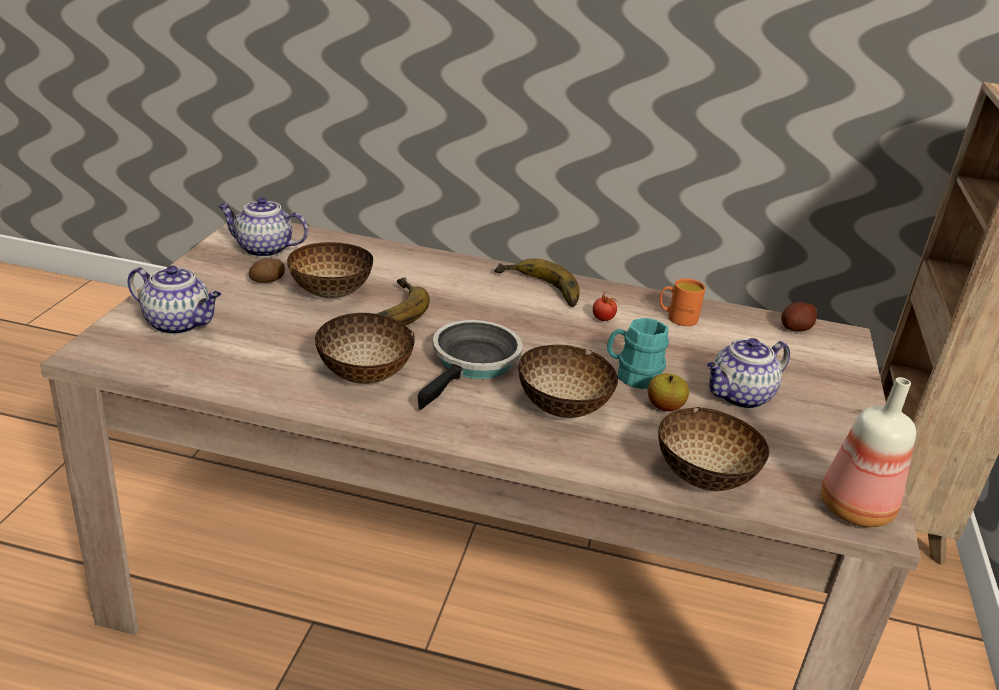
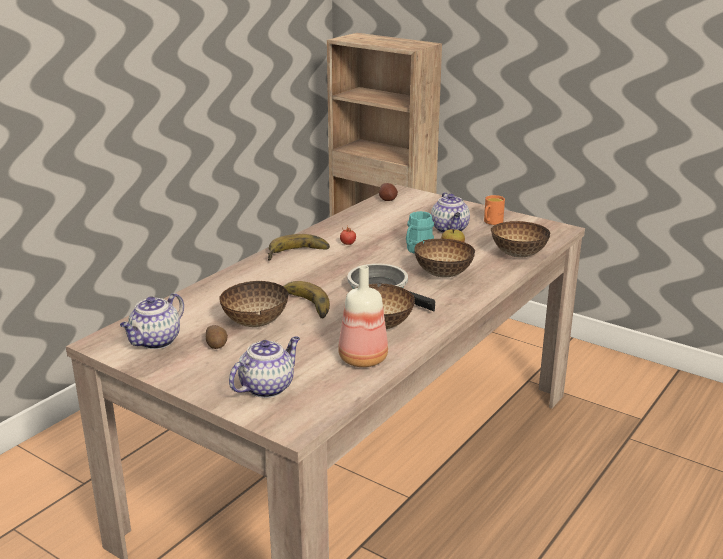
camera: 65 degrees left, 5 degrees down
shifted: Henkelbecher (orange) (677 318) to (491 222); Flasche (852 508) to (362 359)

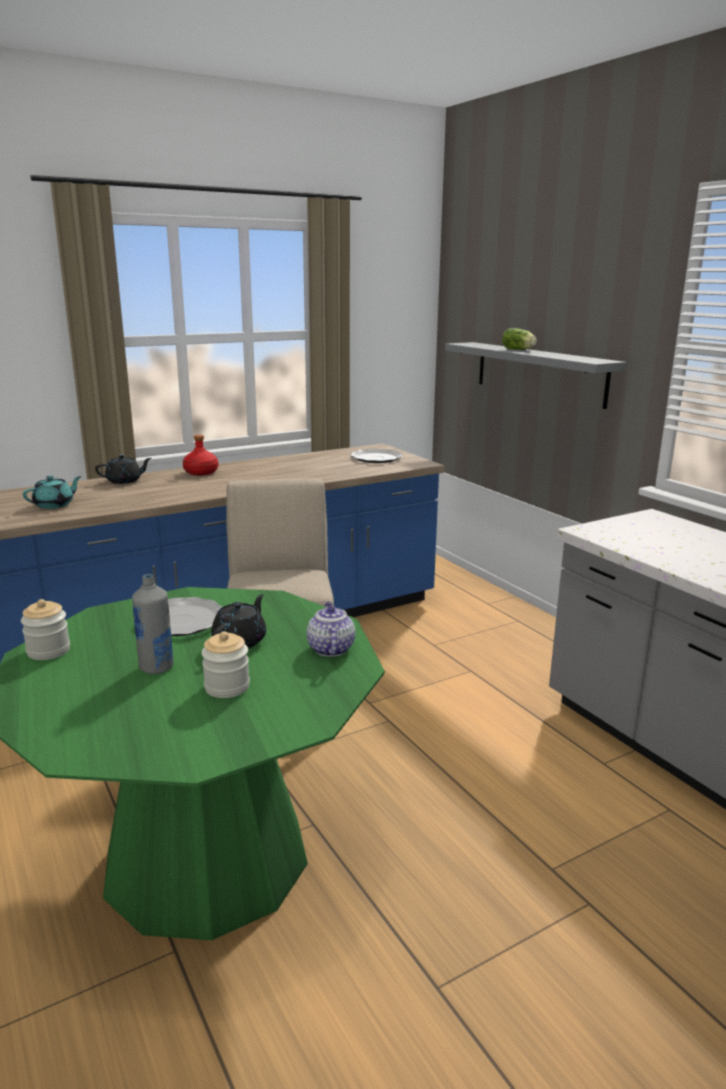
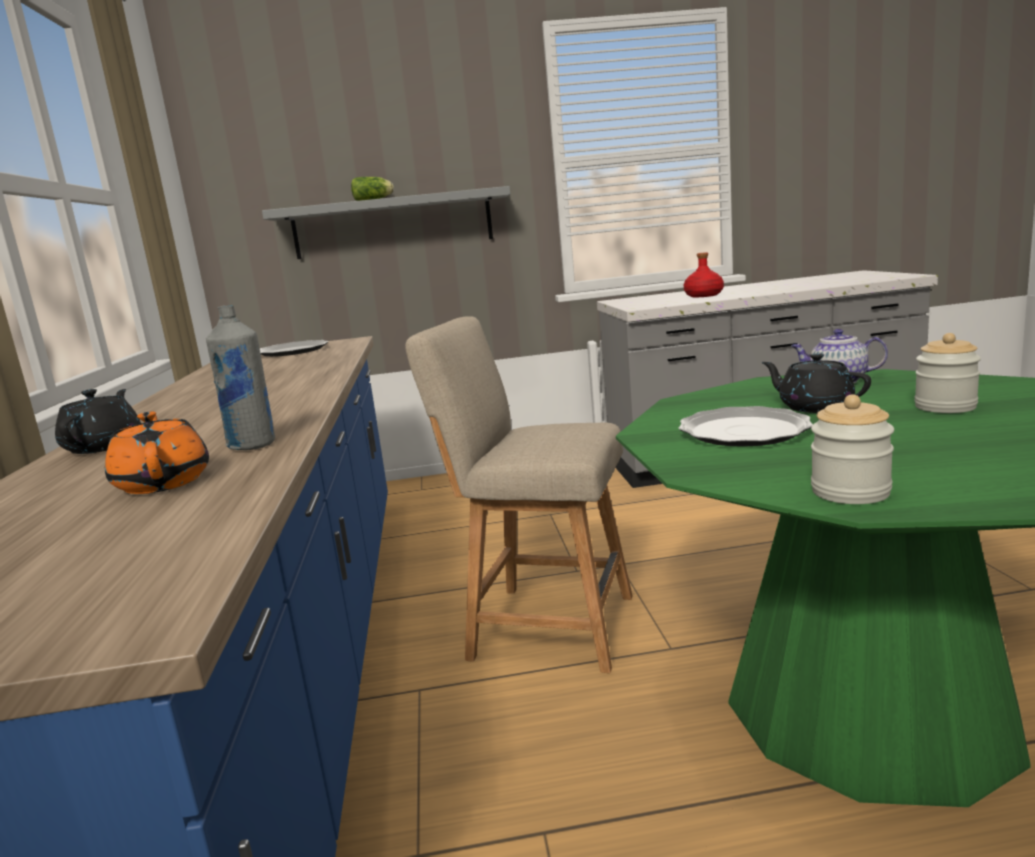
camera: 65 degrees left, 5 degrees down
shifted: Flasche (grau) (156 667) to (252 445); Flasche (rot) (200 472) to (704 295)
repainted: Teekanne (türkis) (55 505) to Teekanne (orange) (164 482)

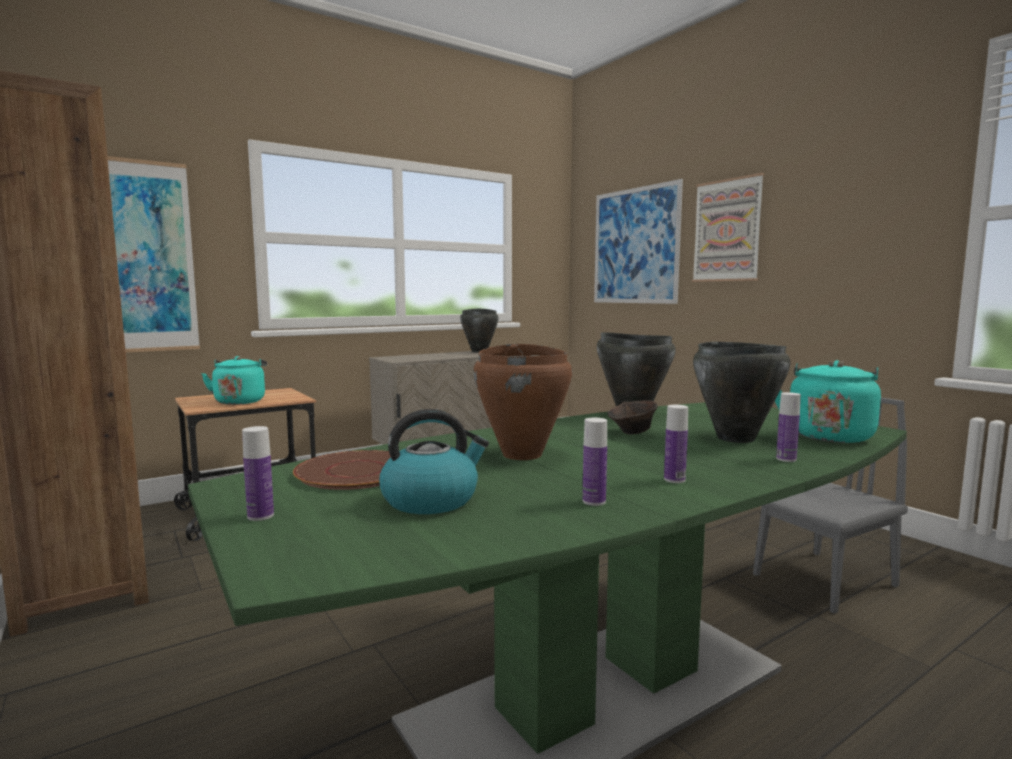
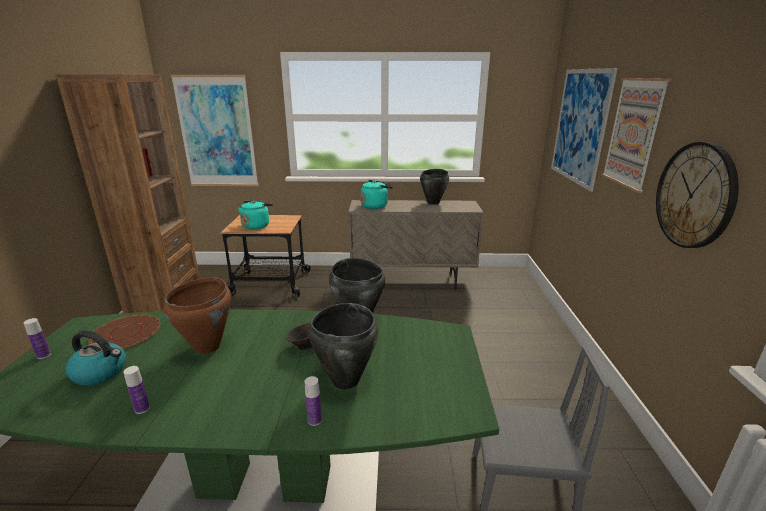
camera: 35 degrees right, 15 degrees up
gone: Flasche (674 480)
new: Wanduhr (695 195)
shifted: Wasserkessel (türkis) (828 435) to (375 206)

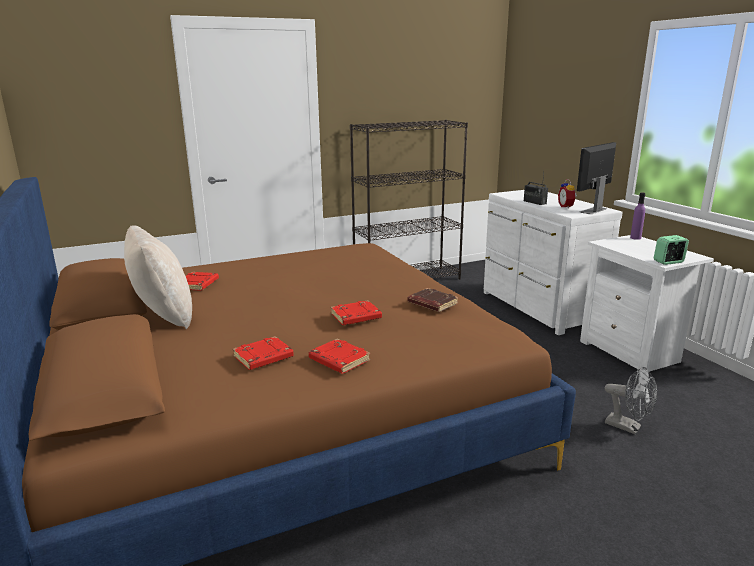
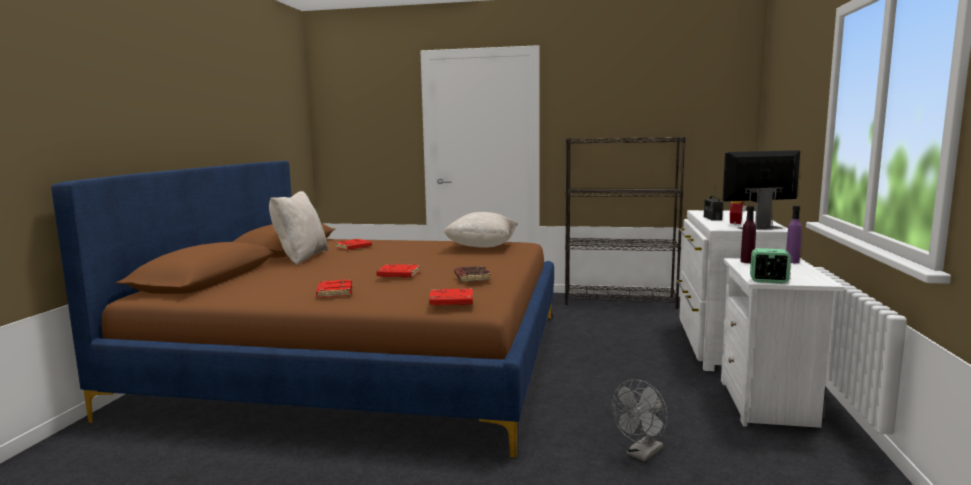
camera: 35 degrees right, 10 degrees down
new: Kissen (beige) (482 247); Flasche (lila) (747 261)
shifted: Buch (rot) (263 358) to (451 301)
rotated: Ventilator (grau) (628 427) = (642 454) 60 degrees clockwise

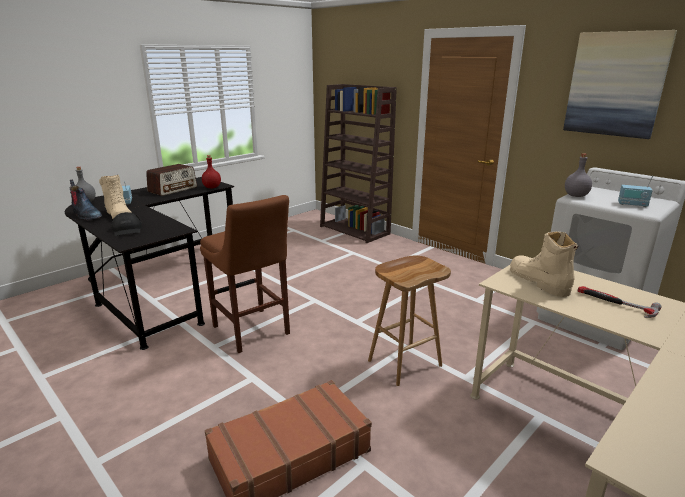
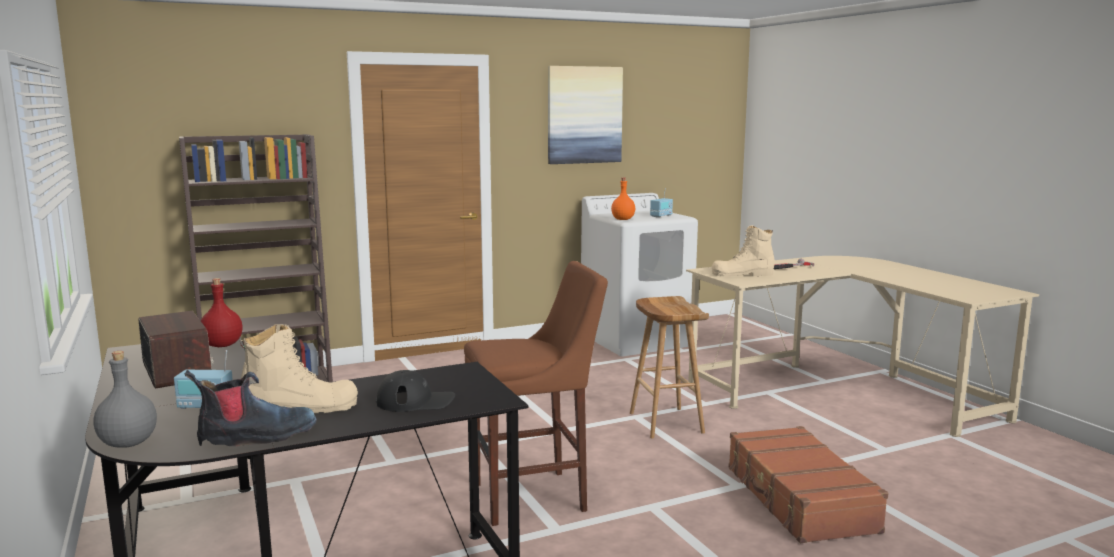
camera: 70 degrees left, 10 degrees down
repainted: Flasche (grau) (576 195) to Flasche (orange) (622 219)

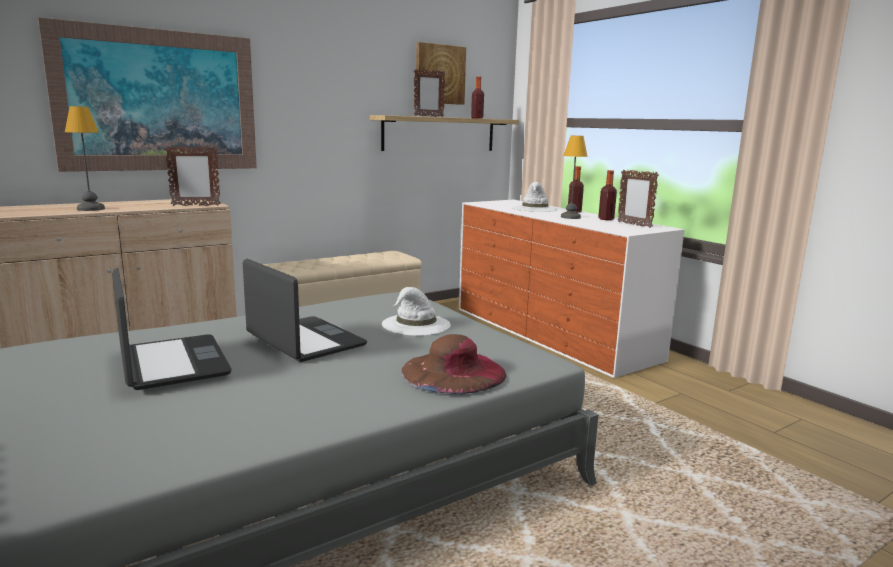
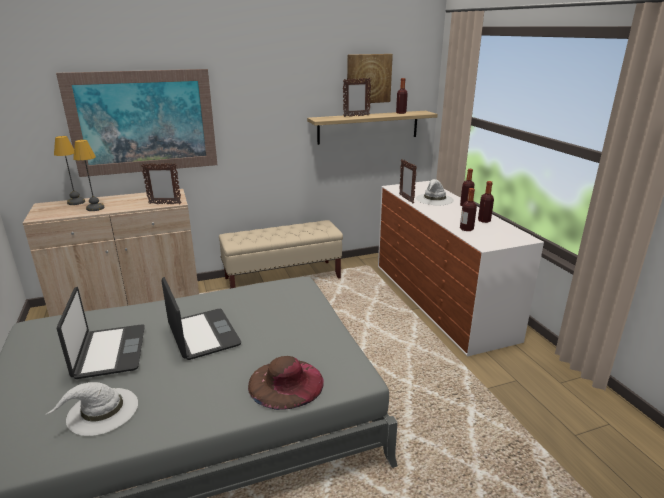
camera: 15 degrees right, 10 degrees up
new: Flasche (466 229)
shifted: Hut (weiß) (416 324) to (102 411); Tischlampe (570 217) to (75 202); Bilderrahmen (634 225) to (406 199)

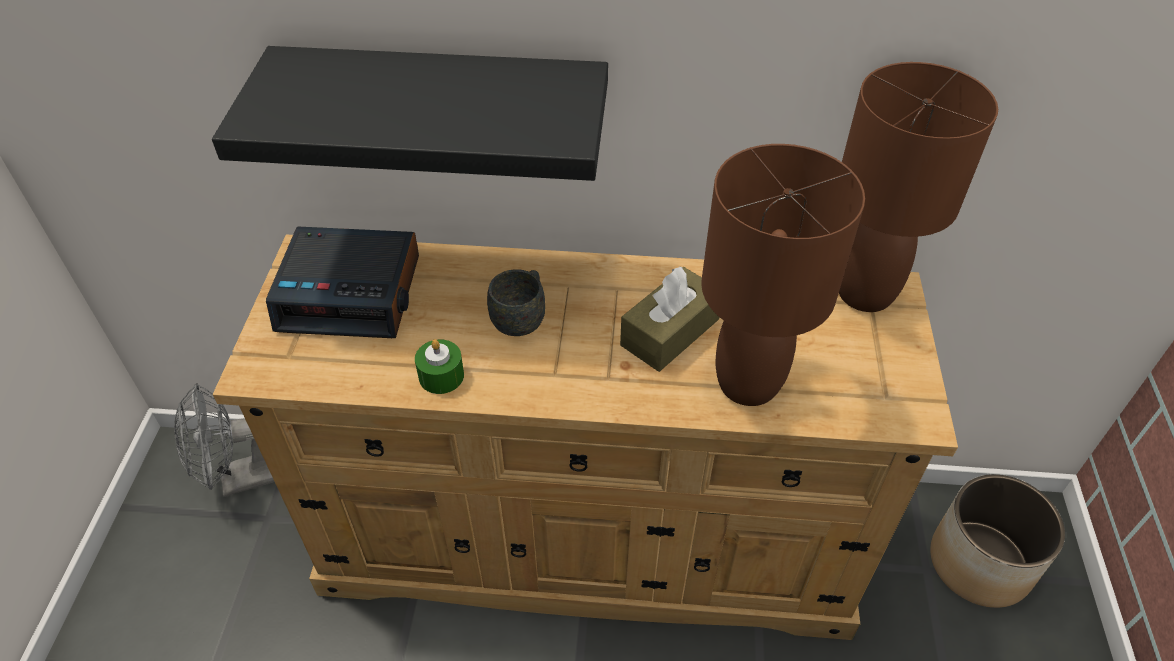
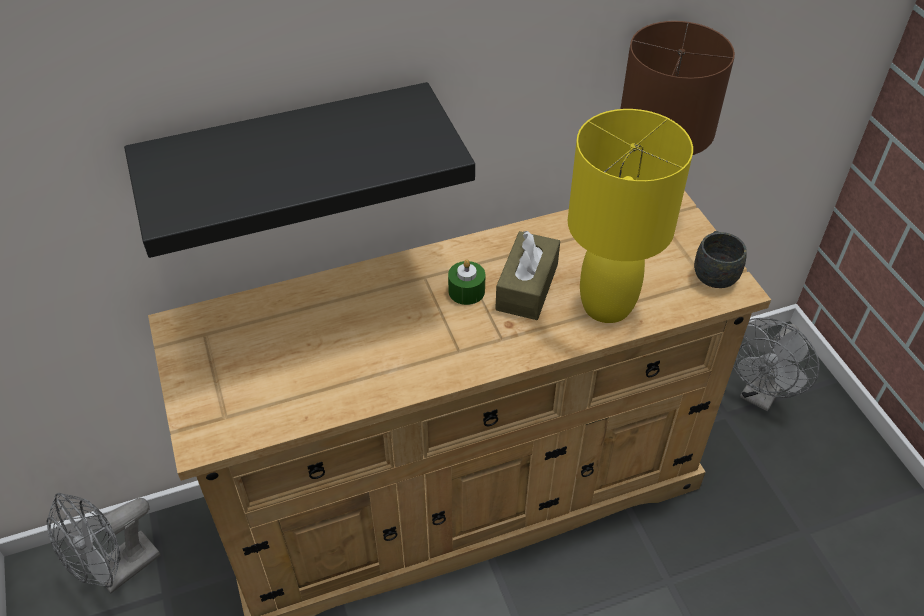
camera: 25 degrees left, 0 degrees up
gone: Wecker (352 293)
shifted: Kerze (grün) (441 376) to (466 291); Henkelbecher (grau) (522 318) to (713 273)
swapped: Pflanzkübel (981 563) to Ventilator (grau) (760 395)
repainted: Tischlampe (braun) (747 384) to Tischlampe (gelb) (607 306)

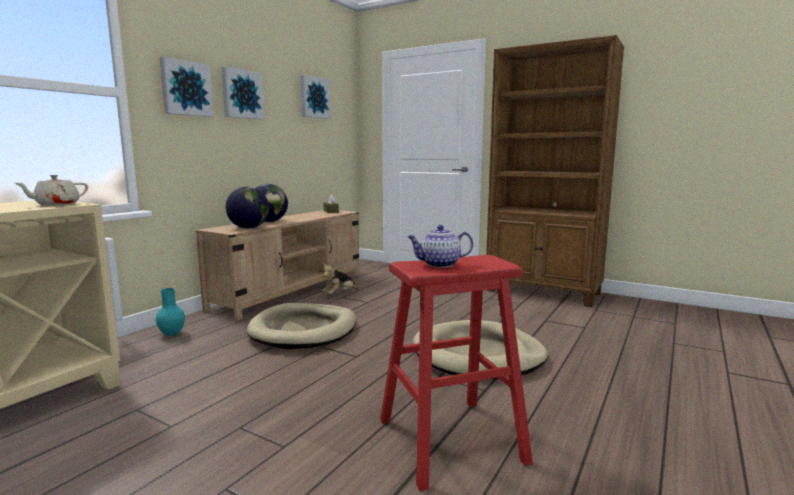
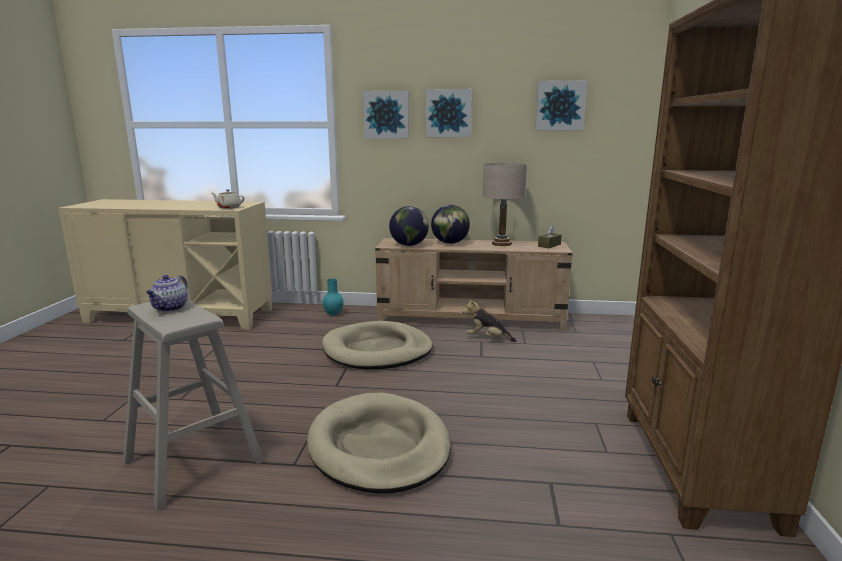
camera: 65 degrees right, 5 degrees up
new: Tischlampe (beige) (501 244)
repainted: Hocker (rot) (450 440) to Hocker (beige) (193 461)
rotated: Teekanne (439 264) = (170 308) 135 degrees counterclockwise

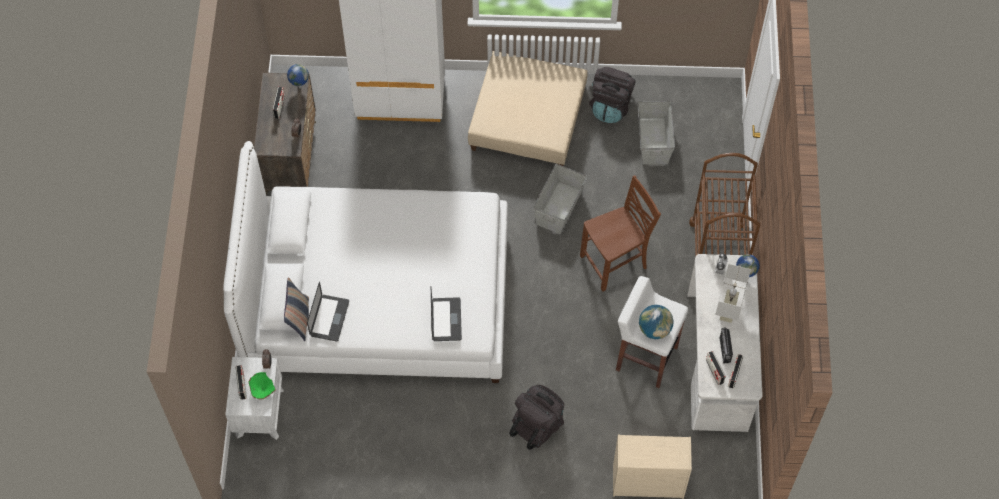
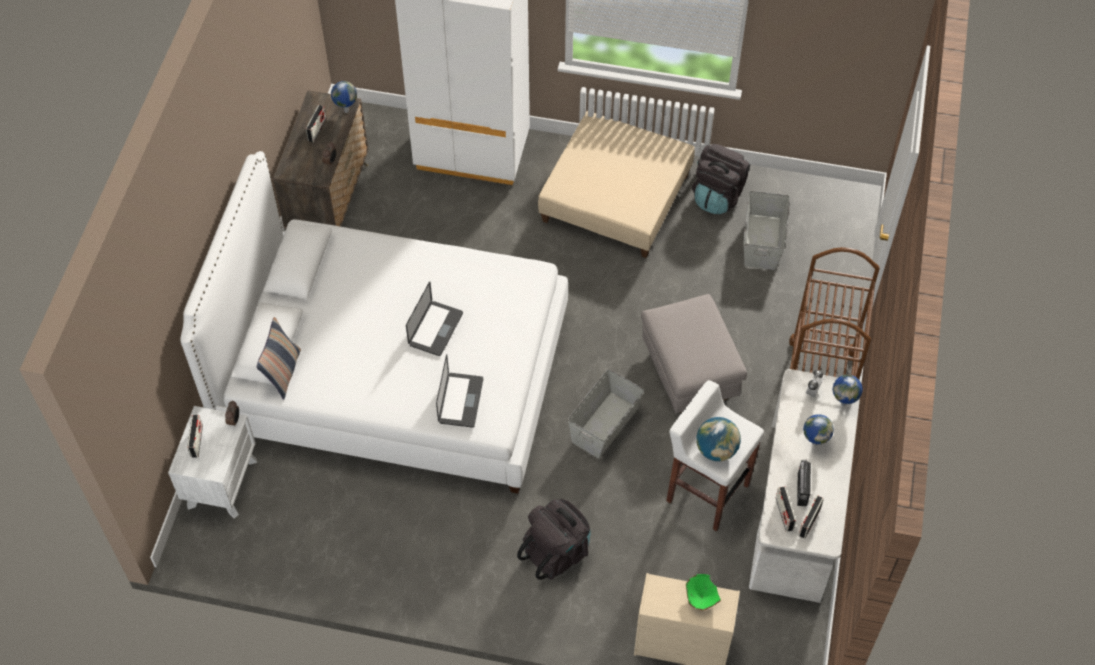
camera: 10 degrees right, 5 degrees down
shifted: Schüssel (grün) (262 390) to (700 597); Laptop (329 318) to (435 329); Aufbewahrungsbox (grau) (558 207) to (604 425)
swapped: Stuhl (braun) (615 263) to Polsterhocker (grau) (690 374); Tischlampe (weiß) (728 311) to Globus (814 443)

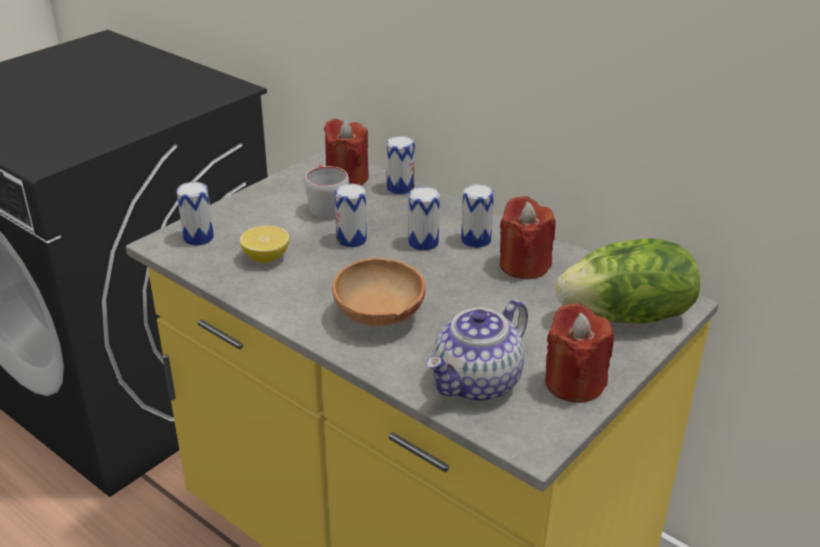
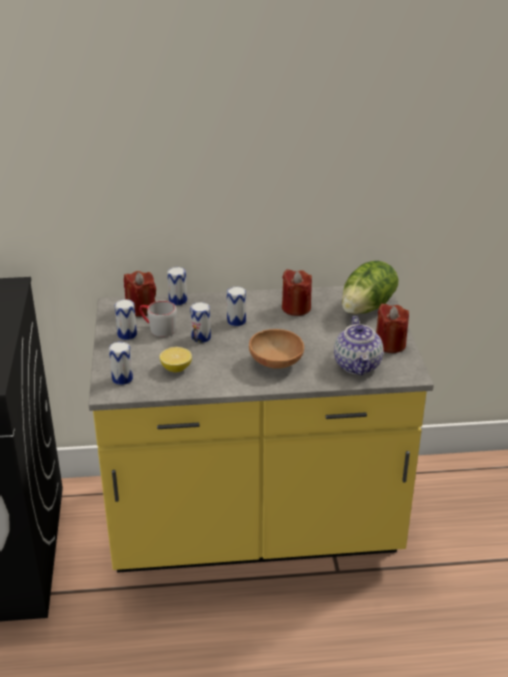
camera: 45 degrees left, 0 degrees up
shifted: Dose (476 240) to (127 334)

